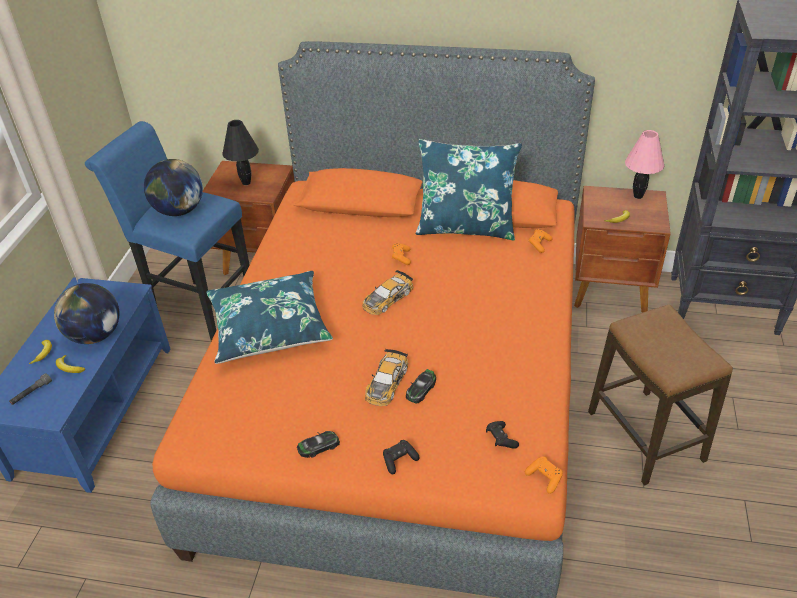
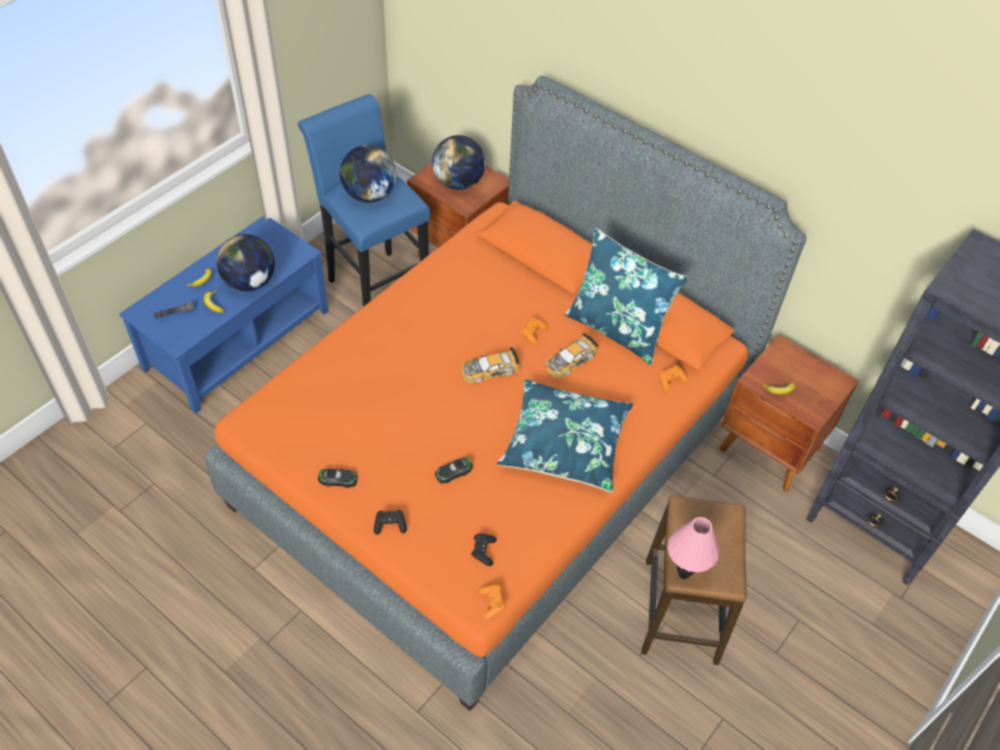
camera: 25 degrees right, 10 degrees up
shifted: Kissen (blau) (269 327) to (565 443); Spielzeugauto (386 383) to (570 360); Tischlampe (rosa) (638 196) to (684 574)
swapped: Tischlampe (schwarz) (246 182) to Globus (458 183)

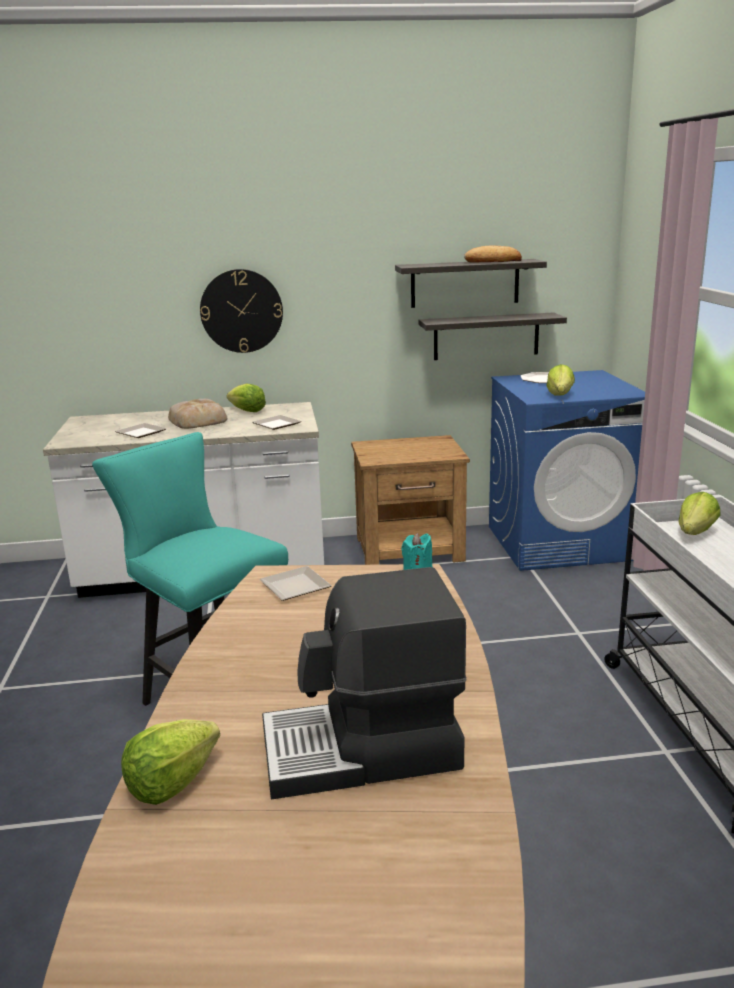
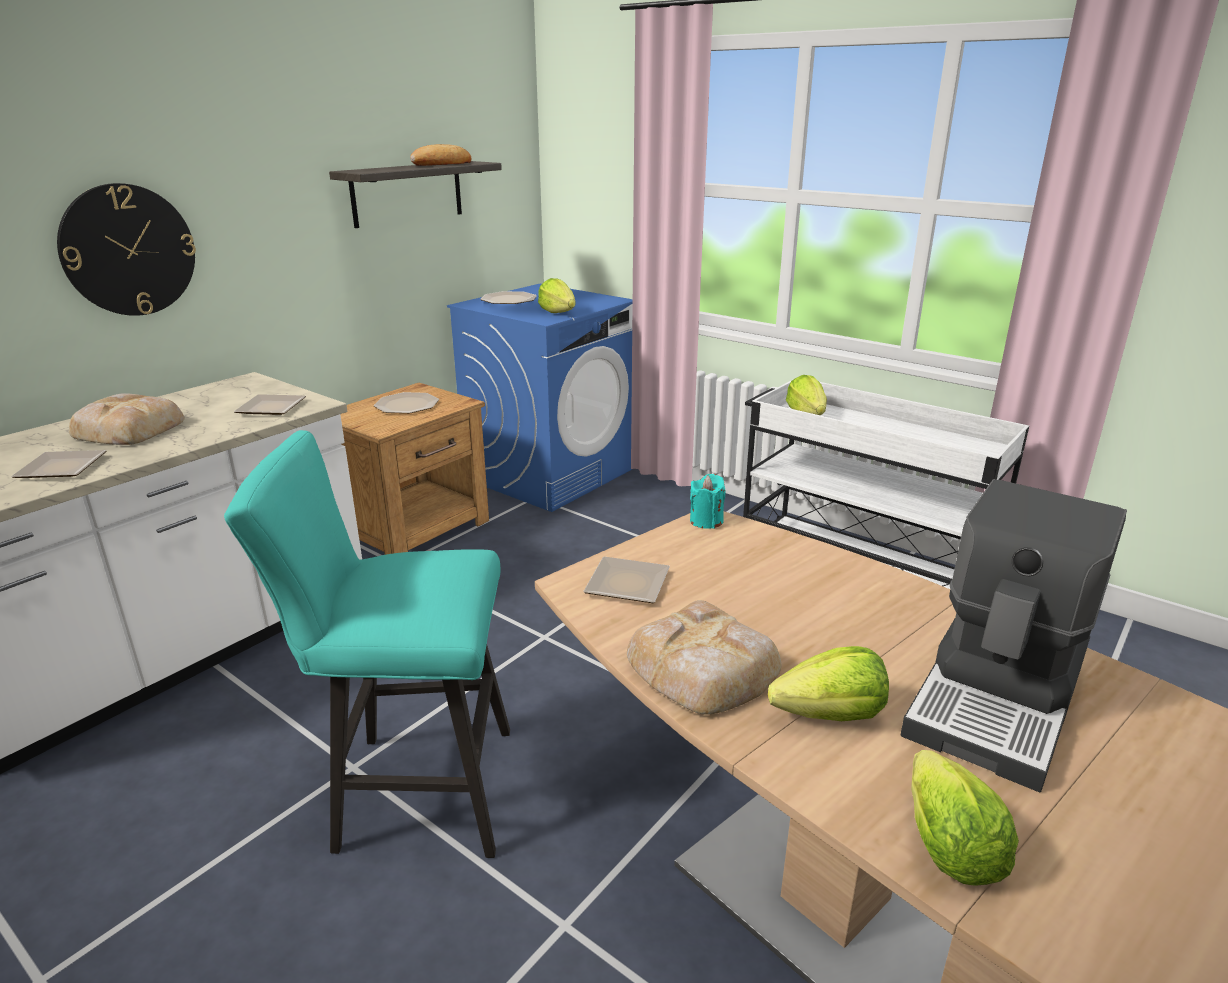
camera: 45 degrees left, 5 degrees up
gone: Wandregal (486 336)
new: Teller (407 405); Brot (703 668)
shifted: Salatkopf (247 411) to (831 715)

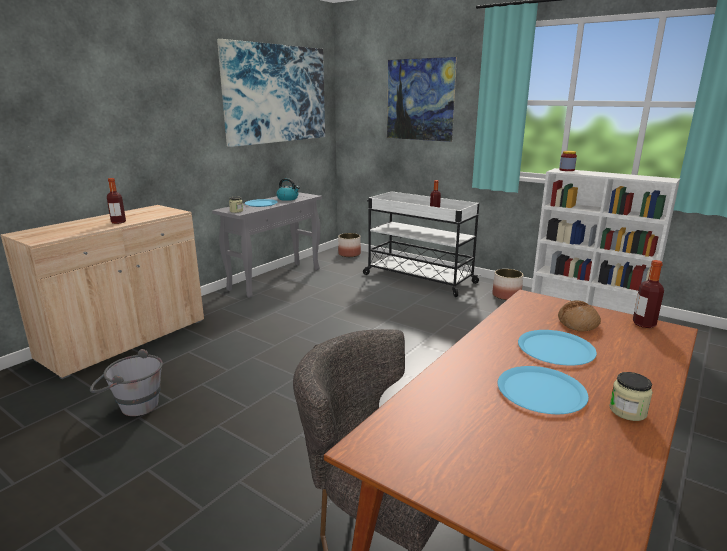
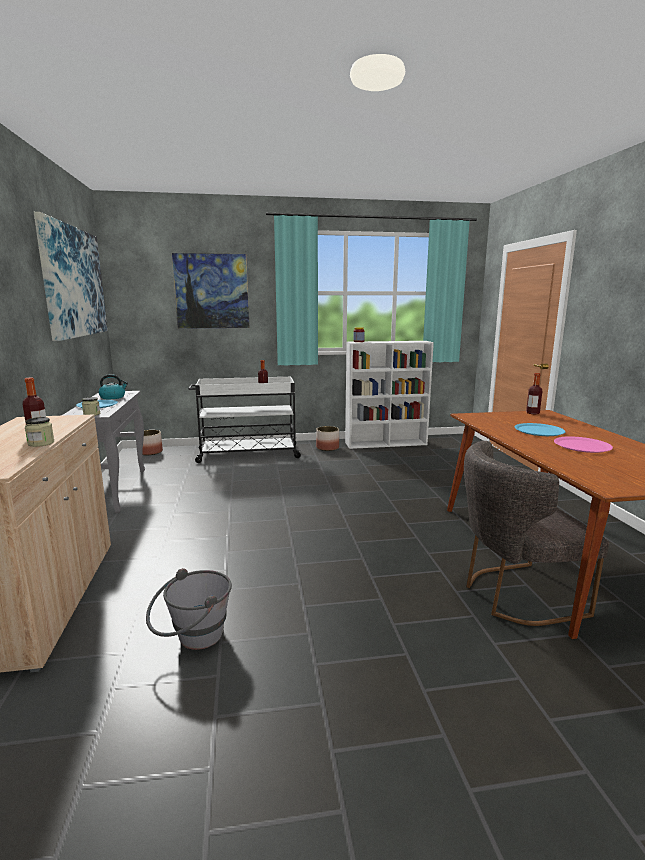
camera: 45 degrees left, 5 degrees down
gone: Brot (578 323)
shifted: Vorratsglas (627 411) to (41 443)
repainted: Teller (blau) (541 391) to Teller (rosa) (582 446)

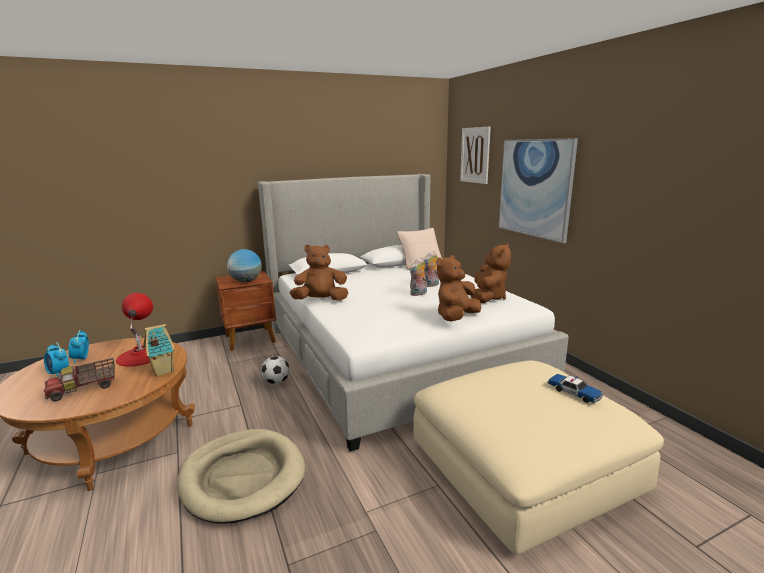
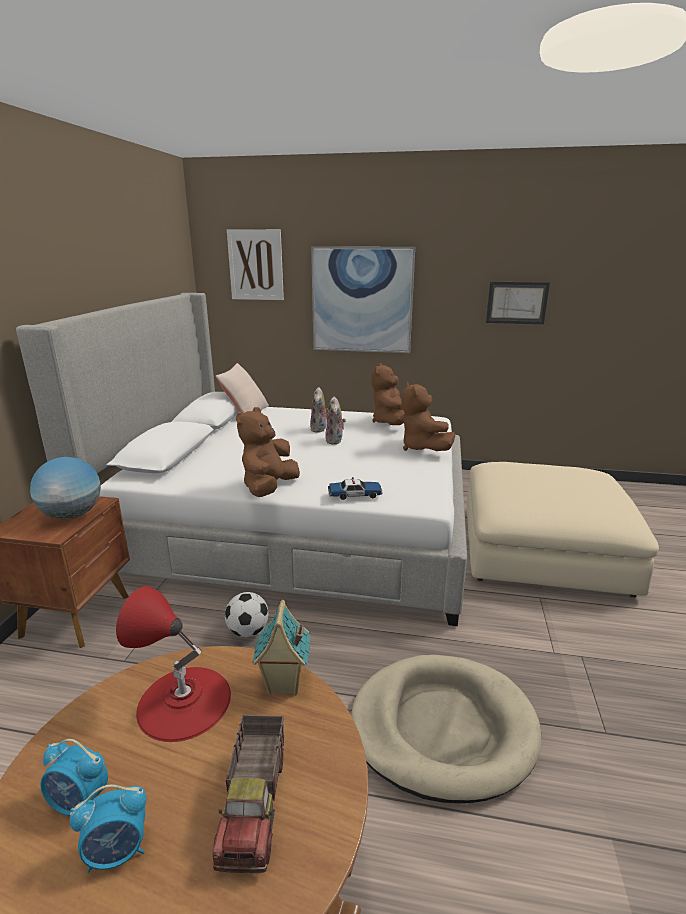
camera: 55 degrees left, 5 degrees up
new: Bild (516 302)
shifted: Spielzeugauto (574 392) to (355 494)
rotated: Plüschtier (braun) (488 297) = (390 423) 135 degrees counterclockwise

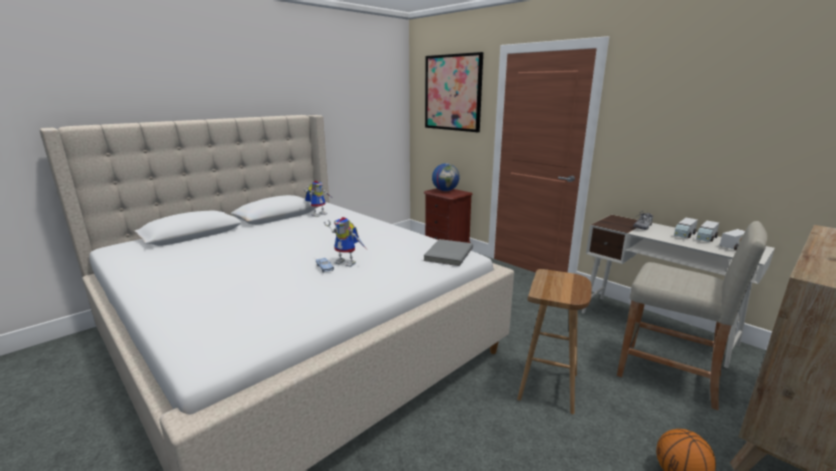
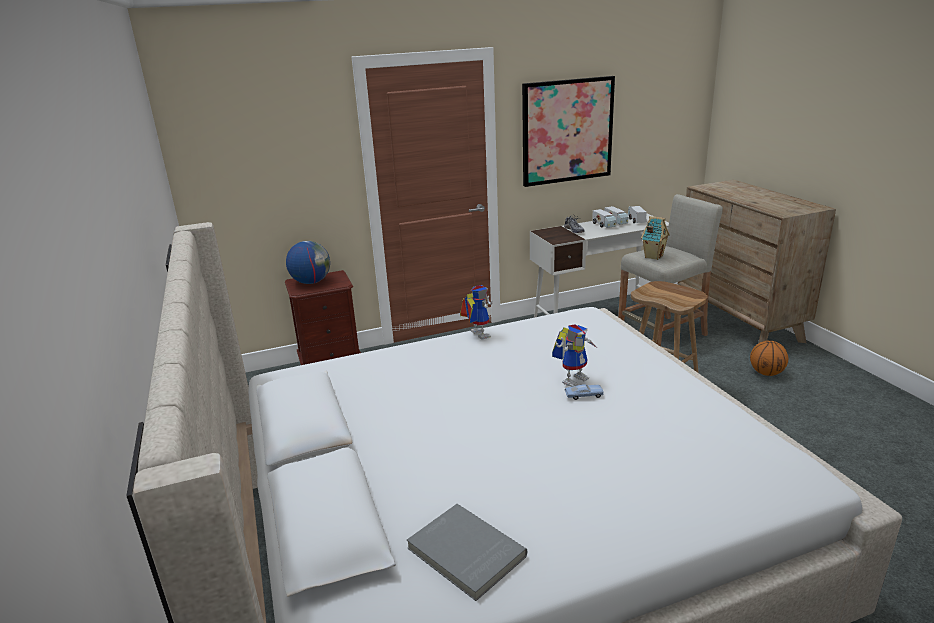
camera: 65 degrees left, 5 degrees up
new: Spielzeughaus (653 256)
shifted: Spielzeugroboter (319 214) to (476 335); Buch (grau) (447 254) to (464 553); Bild (452 93) to (567 131)

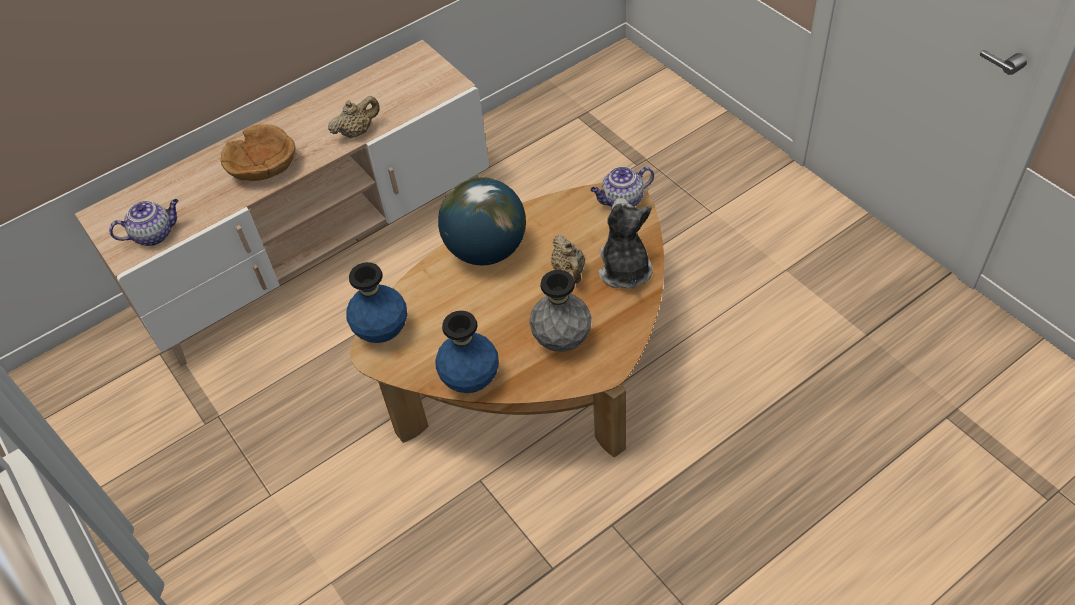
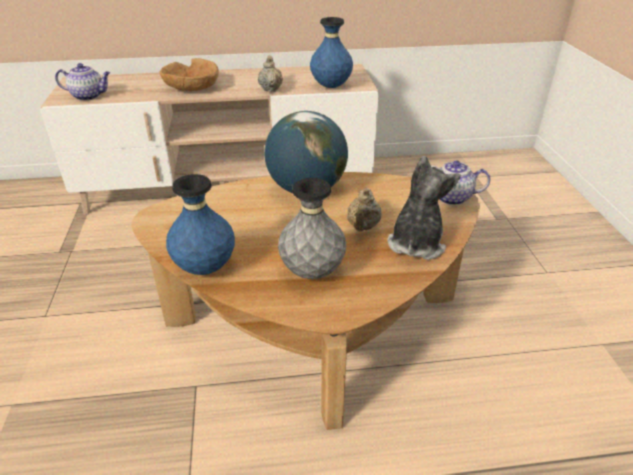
camera: 25 degrees right, 15 degrees down
shifted: Vase (blau) (382 332) to (331 87)
rotated: Teekanne (beige) (357 132) = (271 89) 90 degrees counterclockwise

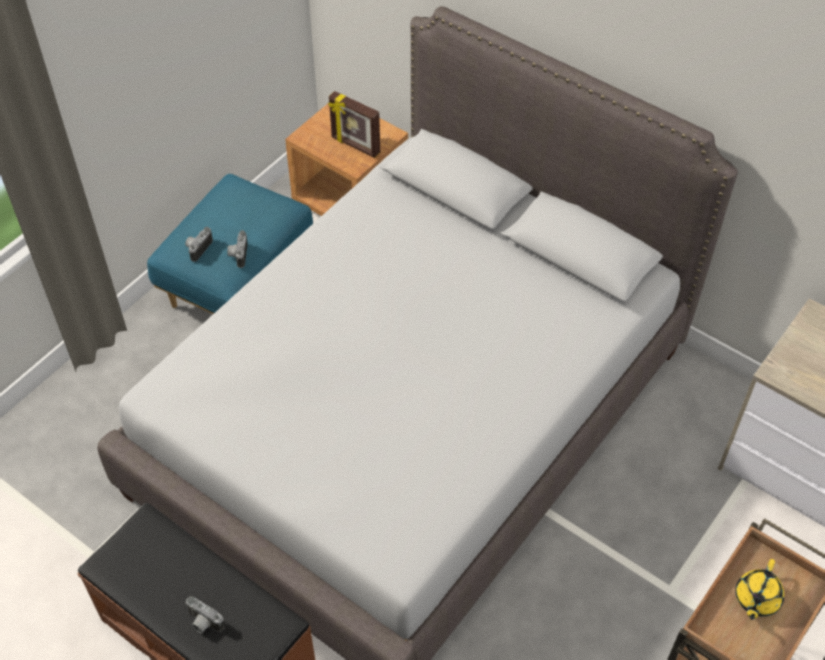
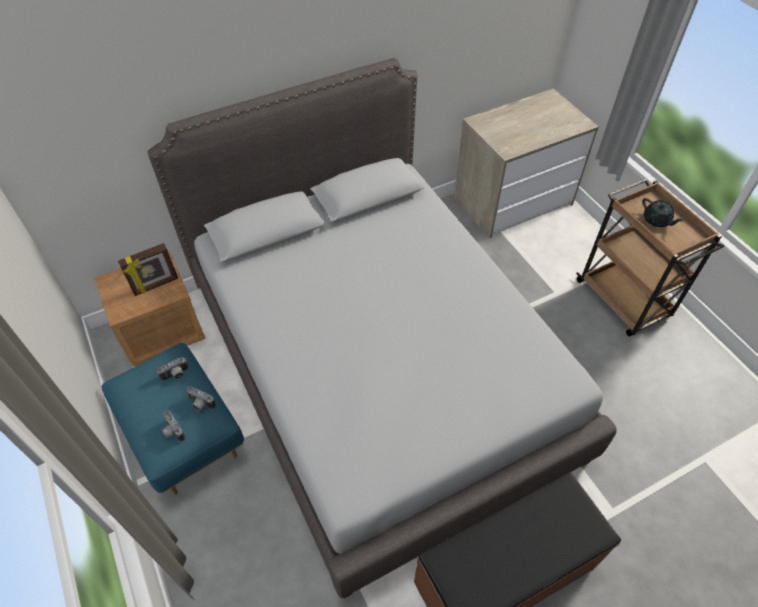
camera: 65 degrees left, 0 degrees up
shifted: Kamera (203 623) to (176 375)
repainted: Teekanne (gelb) (756 599) to Teekanne (schwarz) (656 220)

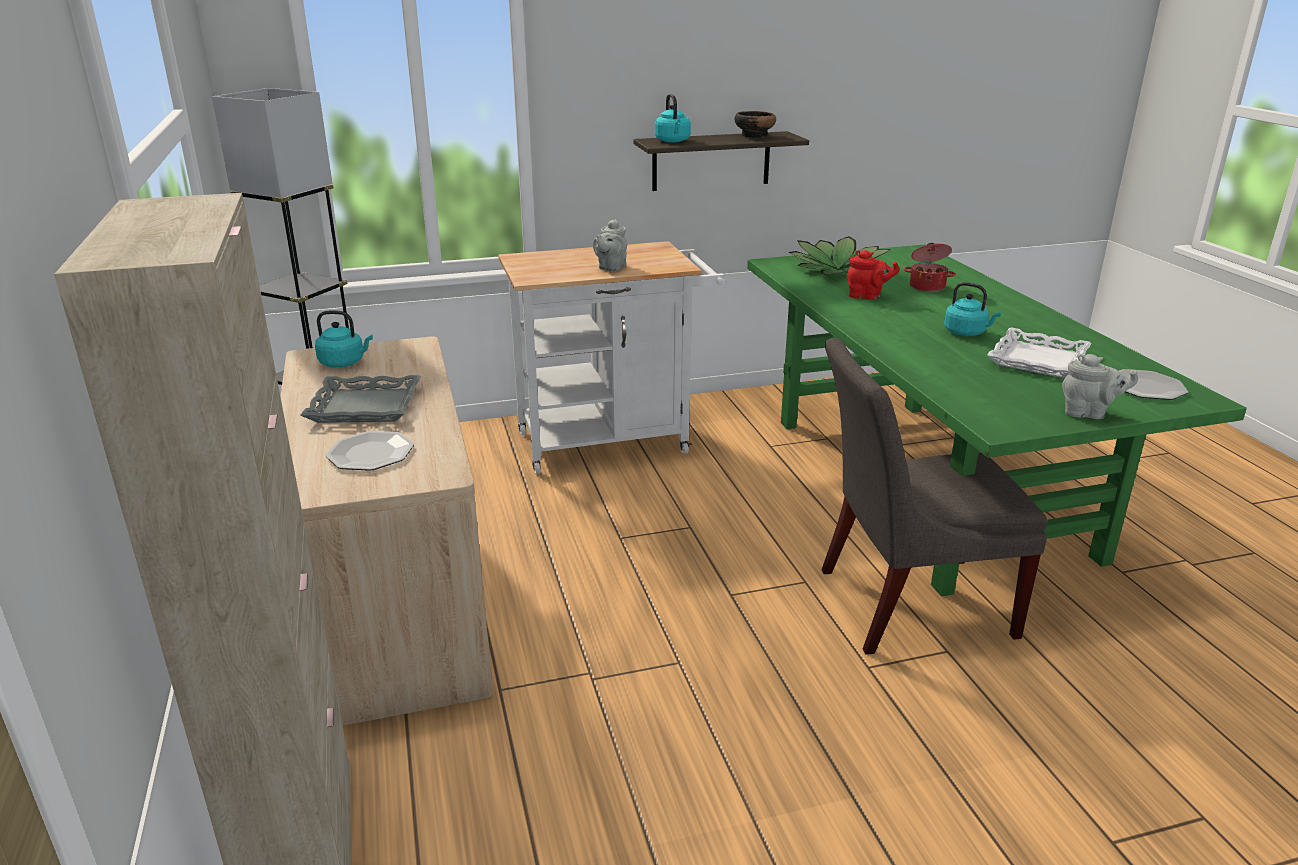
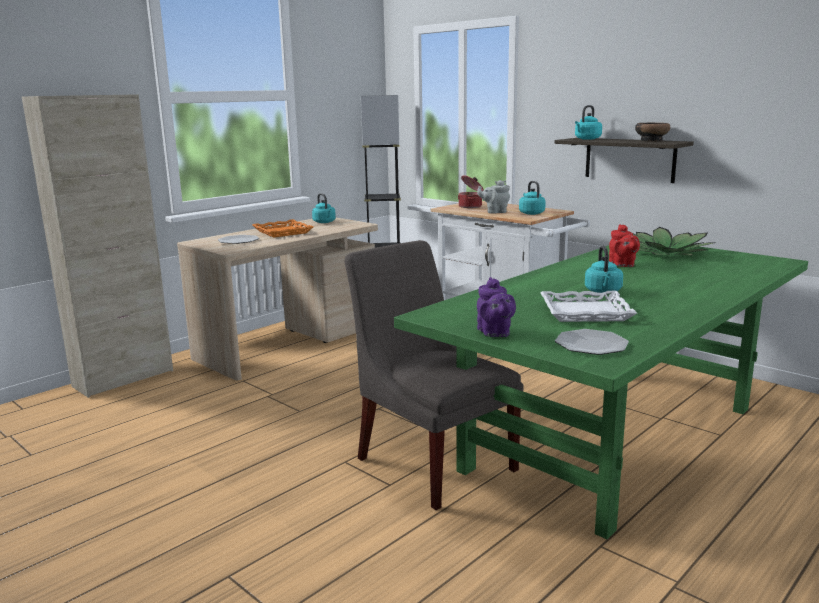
camera: 60 degrees right, 10 degrees down
new: Wasserkessel (türkis) (531 213)
shifted: Kochtopf (927 287) to (471 206)
repainted: Tablett (grau) (365 406) to Tablett (orange) (283 232); Teekanne (grau) (1088 413) to Teekanne (lila) (494 333)

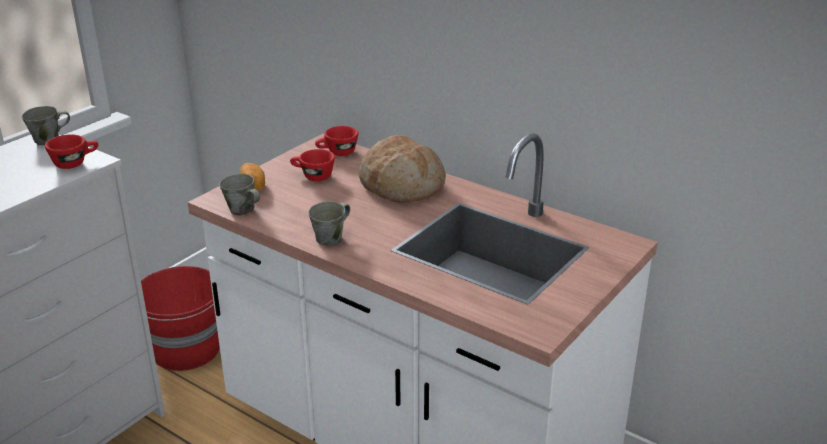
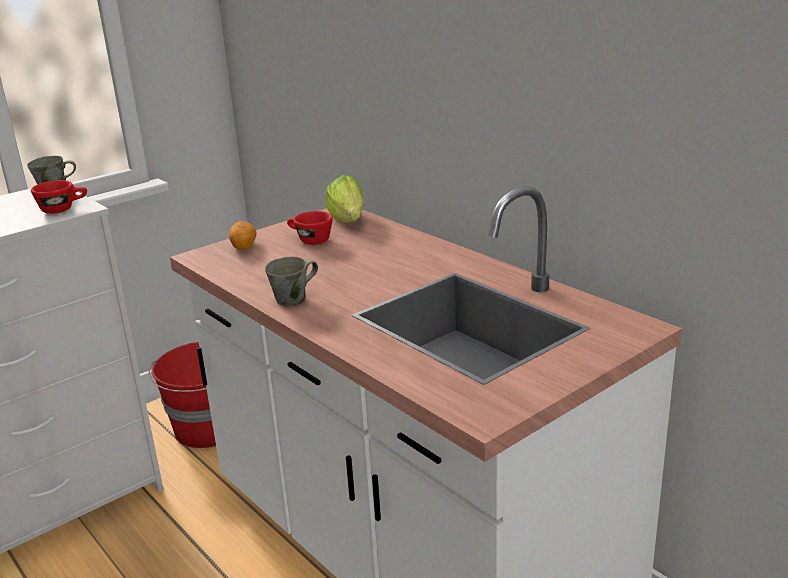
camera: 15 degrees right, 5 degrees down
gone: Henkelbecher (grau) (242 210); Brot (402 186)
swapped: Tasse (rot) (337 153) to Salatkopf (348 220)

